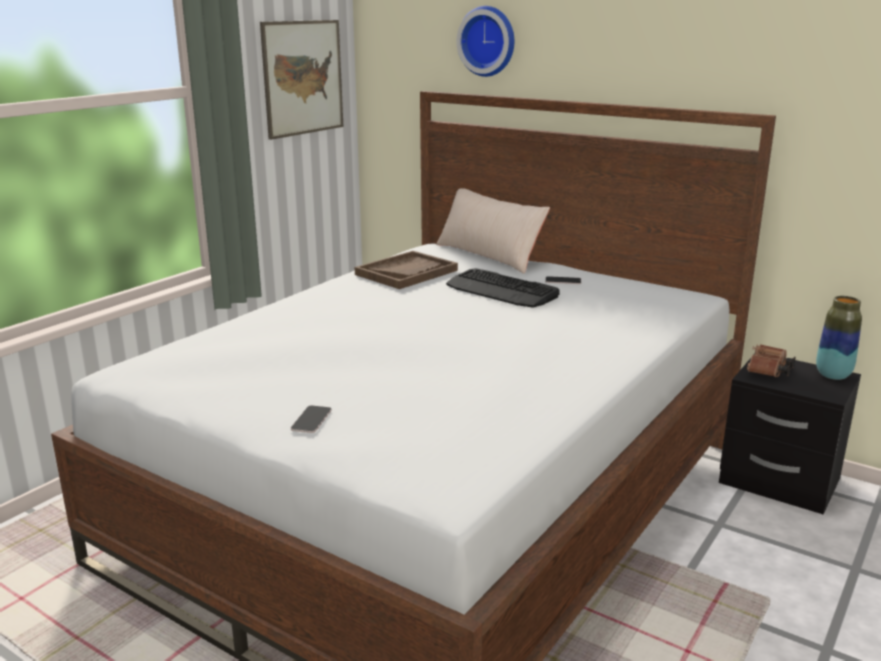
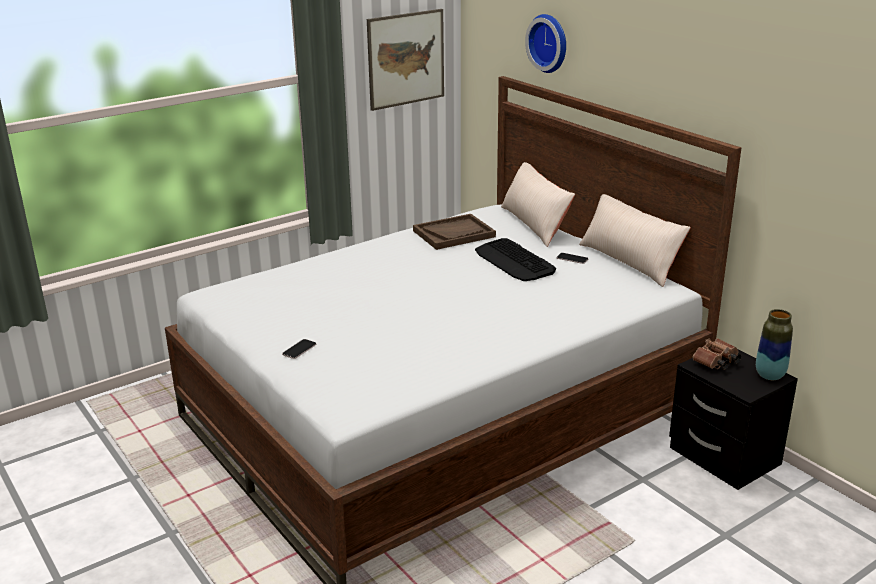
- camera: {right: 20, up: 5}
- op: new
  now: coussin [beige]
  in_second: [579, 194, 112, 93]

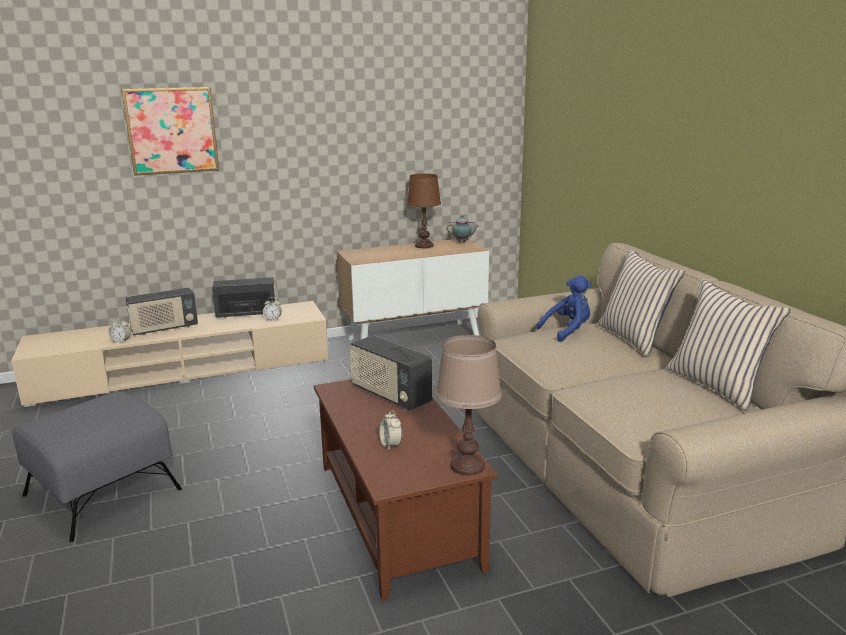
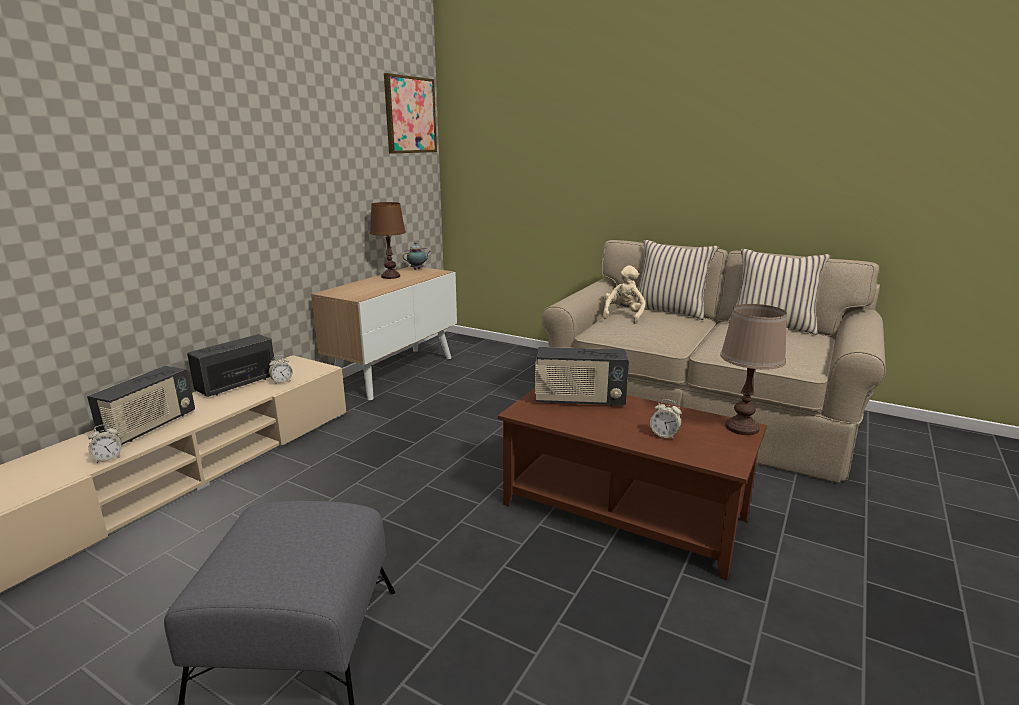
- camera: {right: -40, up: 0}
- op: shifted
  was: tableau
  in_first: [121, 87, 98, 89]
  in_second: [384, 73, 53, 81]
- op: repainted
  was: peluche [bleu]
  now: peluche [beige]
  in_first: [536, 275, 56, 67]
  in_second: [603, 265, 43, 59]

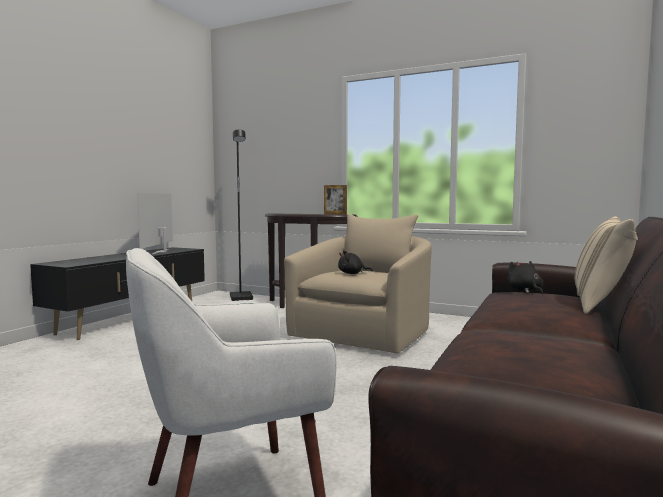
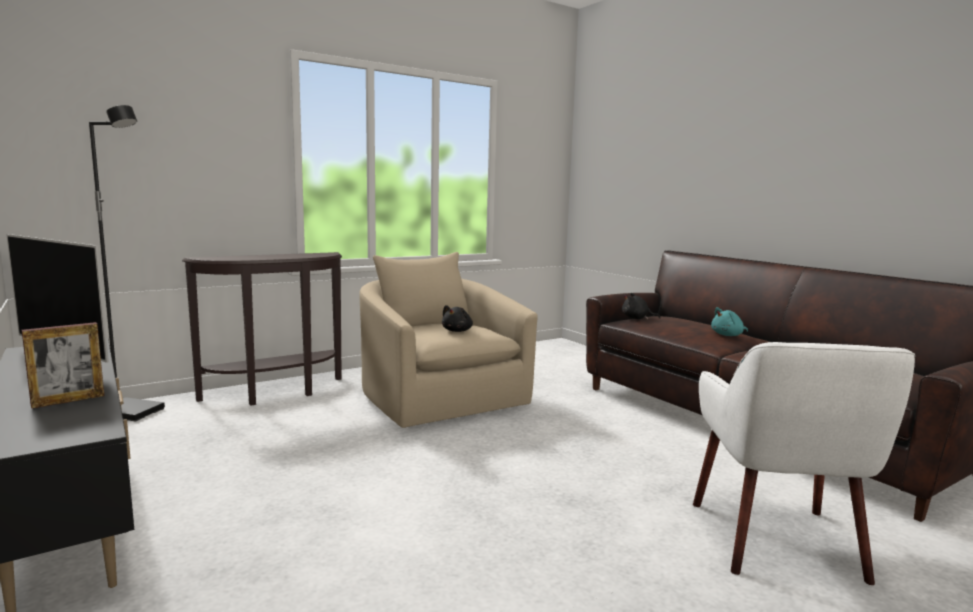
- camera: {right: -60, up: 5}
- op: shifted
  was: cadre photo
  in_first: [324, 185, 23, 29]
  in_second: [22, 322, 82, 86]
- op: new
  now: peluche [turquoise]
  in_second: [711, 307, 37, 29]
- op: gone
  was: coussin [beige]
  in_first: [575, 216, 63, 98]

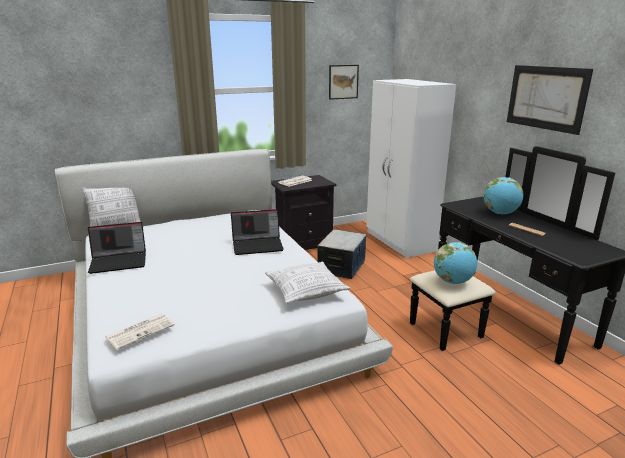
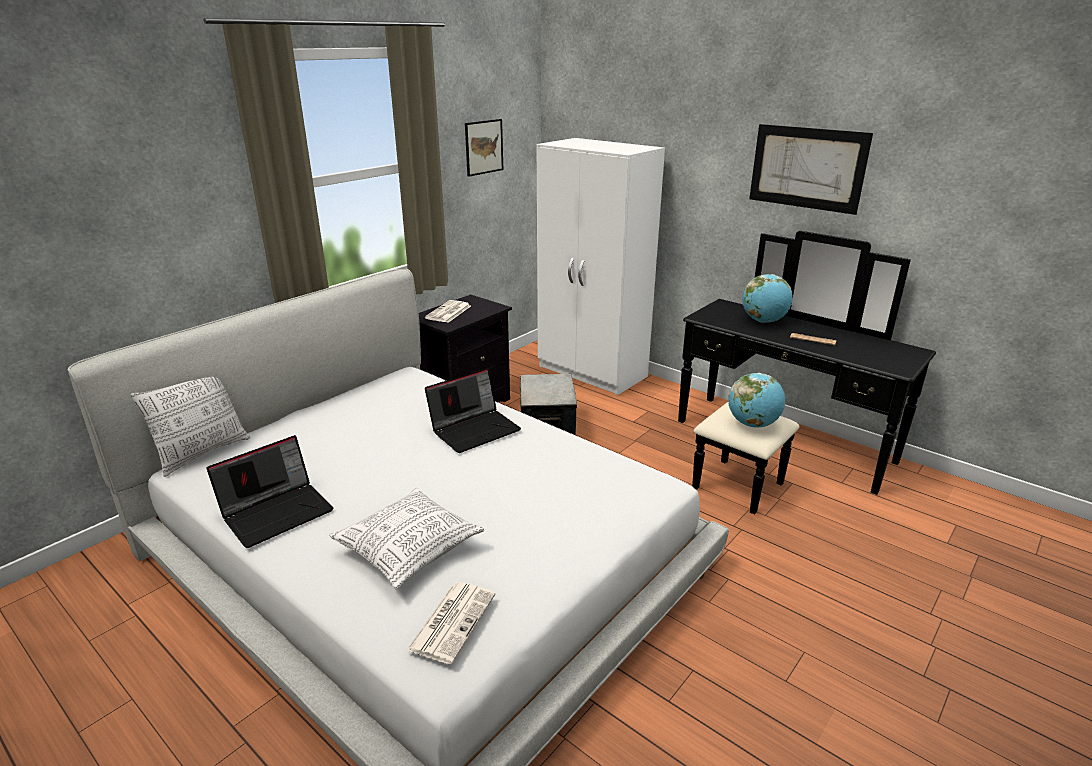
- camera: {right: -25, up: 5}
- op: shifted
  was: coussin
  in_first: [265, 262, 85, 42]
  in_second: [329, 488, 155, 101]

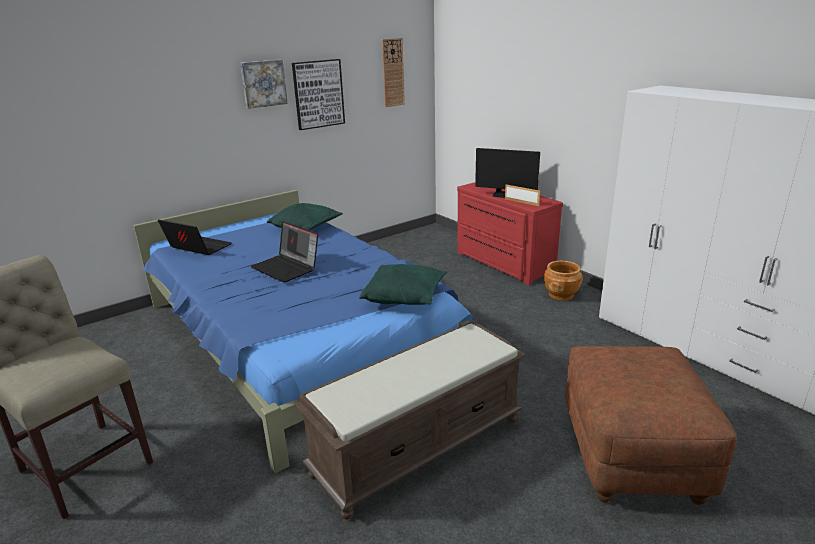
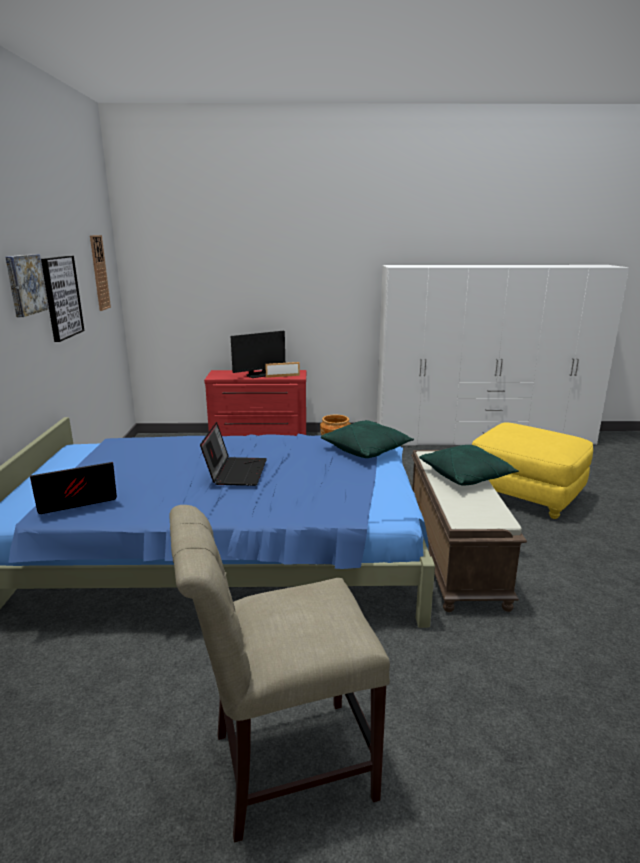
- camera: {right: -55, up: -5}
- op: rotated
  was: ordinateur portable
  in_first: [250, 221, 68, 62]
  in_second: [200, 422, 67, 64]
  clockwise: -75
- op: shifted
  was: coussin [vert]
  in_first: [267, 203, 76, 28]
  in_second: [419, 445, 100, 41]
- op: repainted
  was: pouf [marron]
  now: pouf [jaune]
  in_first: [565, 346, 172, 159]
  in_second: [472, 422, 121, 97]

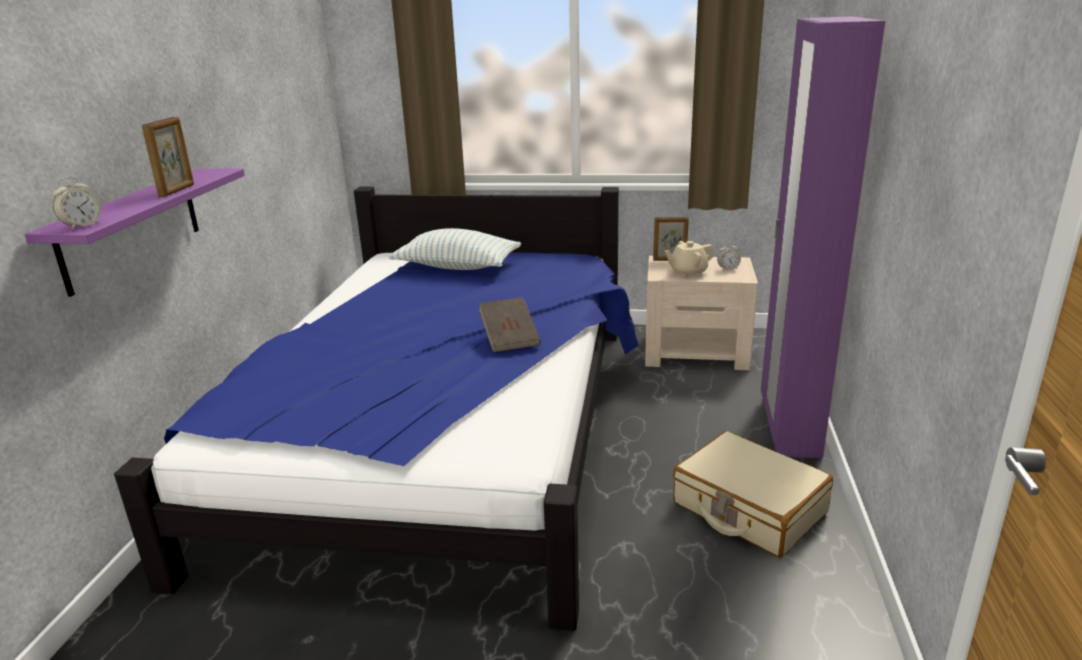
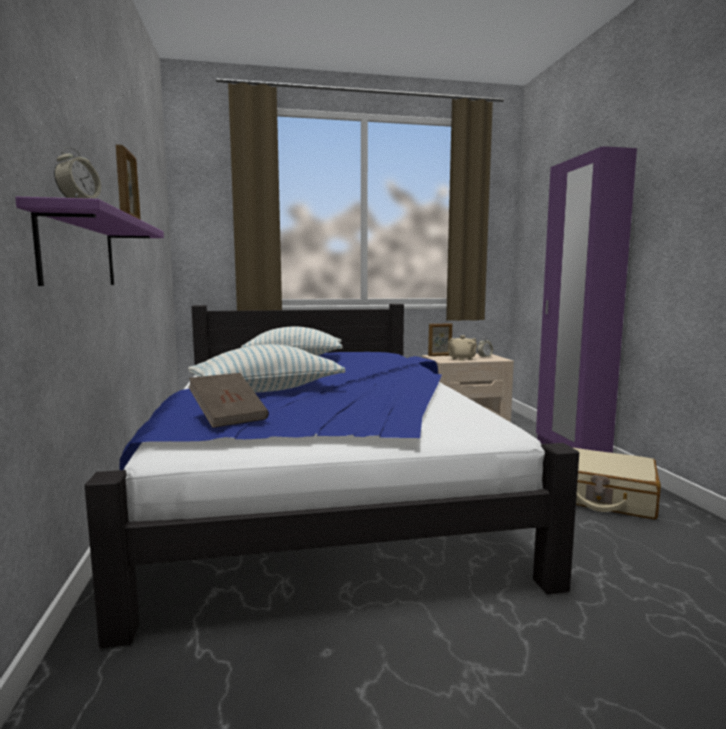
- camera: {right: -20, up: -15}
- op: new
  now: coussin
  in_second: [188, 344, 158, 49]
- op: shifted
  was: livre [marron]
  in_first: [479, 297, 62, 56]
  in_second: [188, 373, 81, 55]

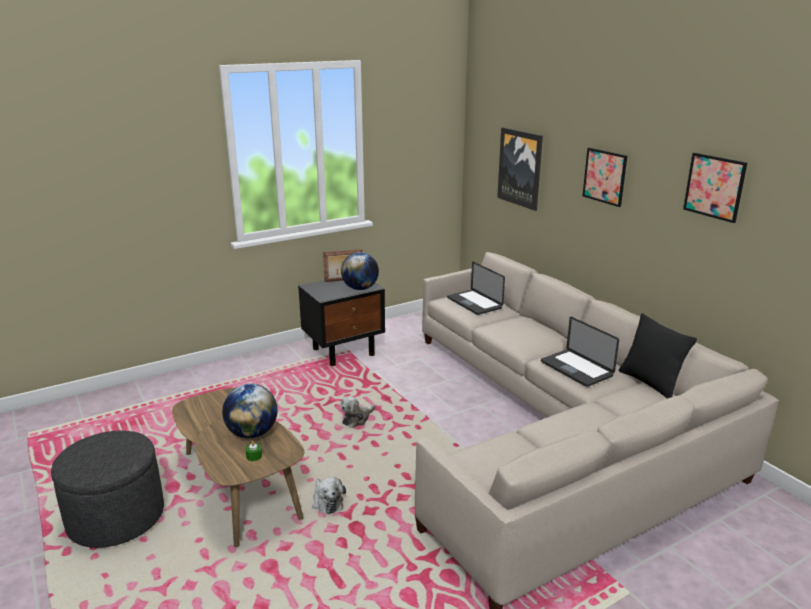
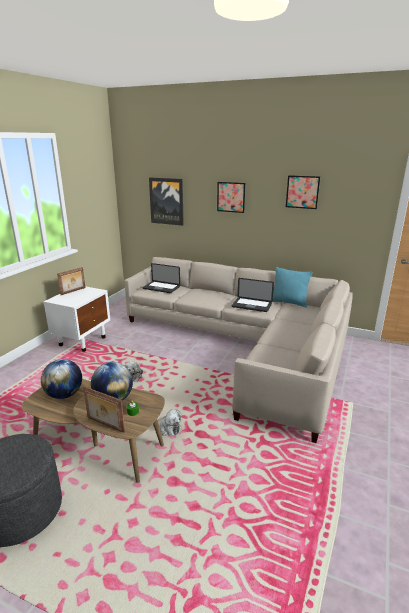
- camera: {right: -35, up: 0}
- op: shifted
  was: globe
  in_first: [341, 252, 38, 38]
  in_second: [41, 359, 41, 40]
- op: repainted
  was: table de chevet [noir]
  now: table de chevet [blanc]
  in_first: [298, 280, 87, 86]
  in_second: [43, 286, 67, 66]
- op: new
  now: cadre photo
  in_second: [83, 386, 42, 47]
- op: repainted
  was: coussin [noir]
  now: coussin [turquoise]
  in_first: [619, 313, 78, 86]
  in_second: [273, 267, 40, 40]

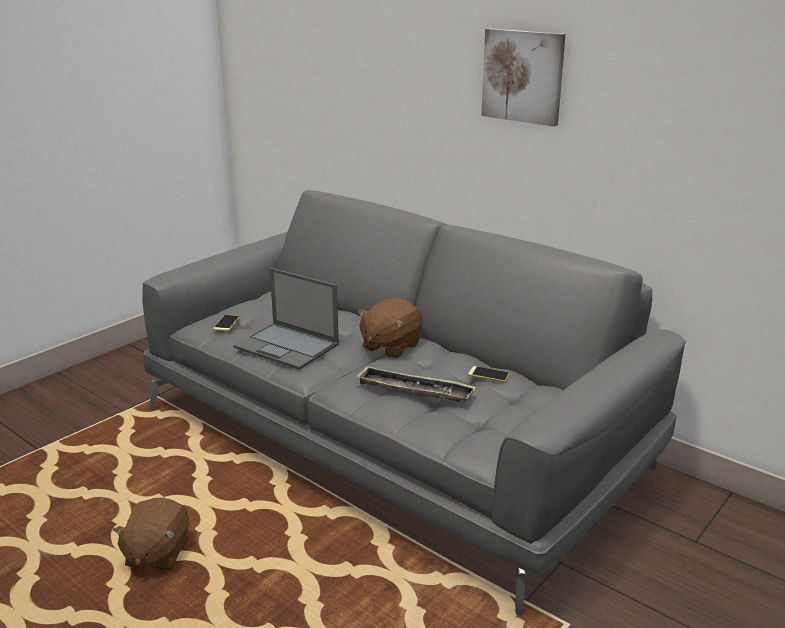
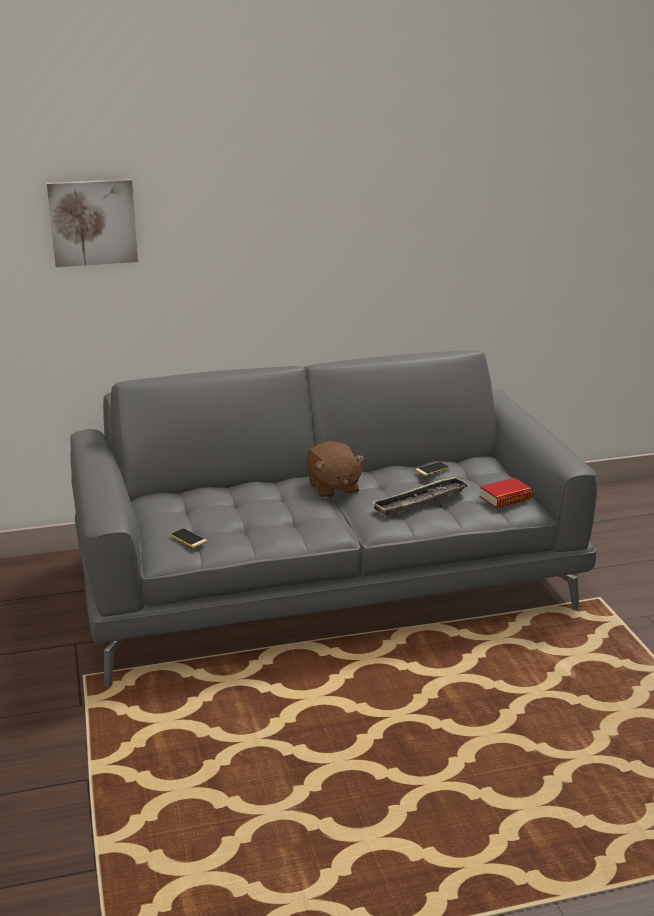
- camera: {right: -55, up: 0}
- op: shifted
  was: tableau
  in_first: [481, 28, 85, 99]
  in_second: [47, 179, 91, 88]
- op: new
  now: livre
  in_second: [479, 478, 54, 30]
- op: gone
  was: peluche [marron]
  in_first: [113, 498, 76, 72]
- op: gone
  was: ordinateur portable
  in_first: [234, 268, 105, 102]

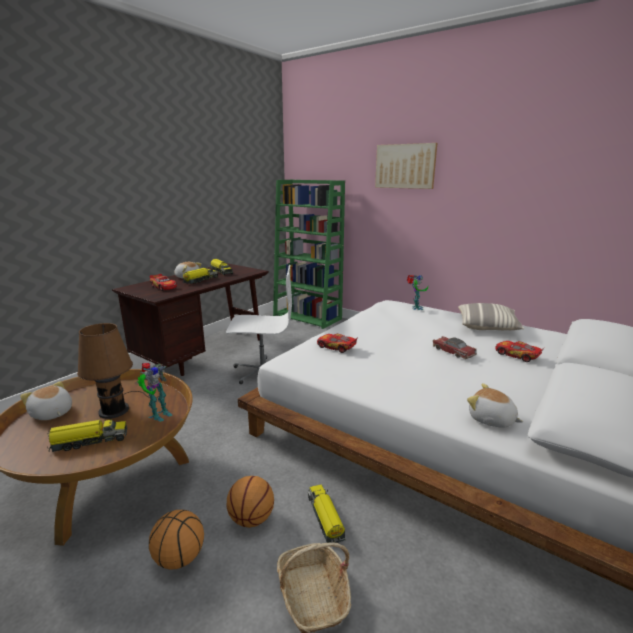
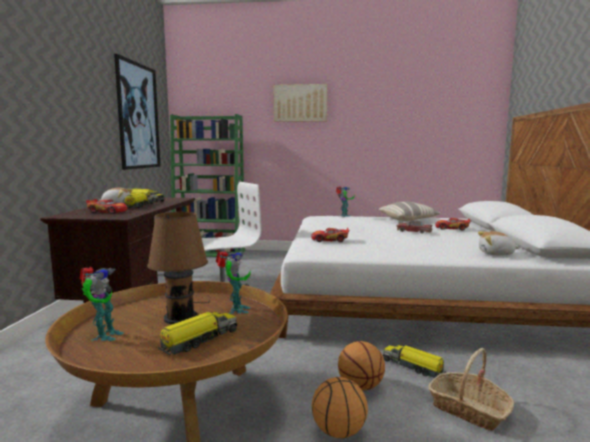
- camera: {right: -30, up: -10}
- op: swapped
  was: peluche
  now: robot jouet
  in_first: [20, 381, 52, 39]
  in_second: [80, 267, 44, 74]
- op: new
  now: tableau
  in_second: [114, 54, 47, 116]

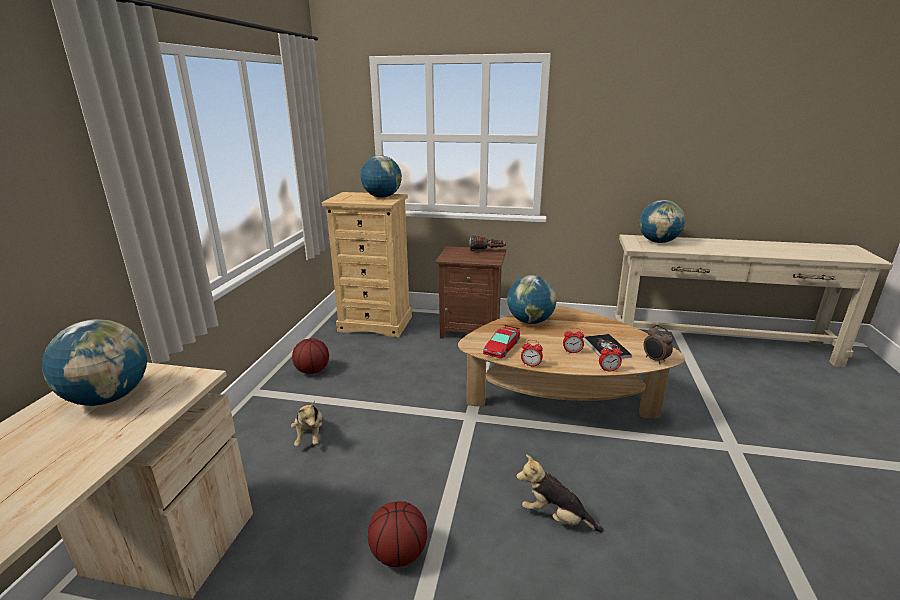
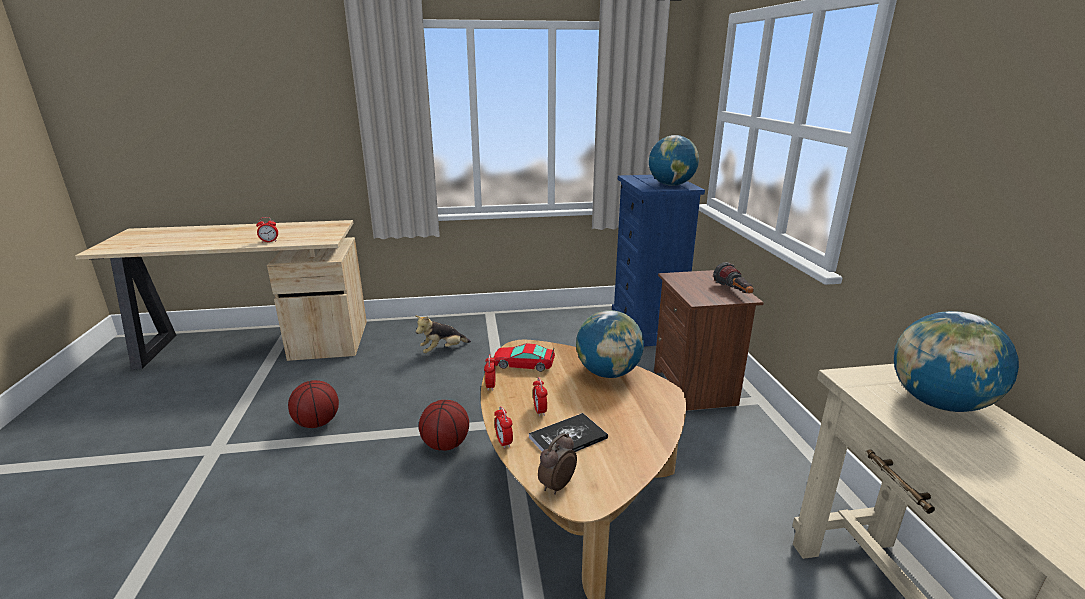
- camera: {right: 70, up: 0}
- op: new
  now: réveil
  in_second: [256, 217, 22, 26]
- op: shifted
  was: ballon de basket
  in_first: [292, 338, 37, 36]
  in_second: [419, 400, 50, 51]
- op: repainted
  was: commode [beige]
  now: commode [bleu]
  in_first: [322, 192, 90, 145]
  in_second: [612, 175, 93, 172]
- op: gone
  was: globe
  in_first: [42, 319, 105, 87]
- op: gone
  was: peluche
  in_first: [516, 454, 88, 78]

